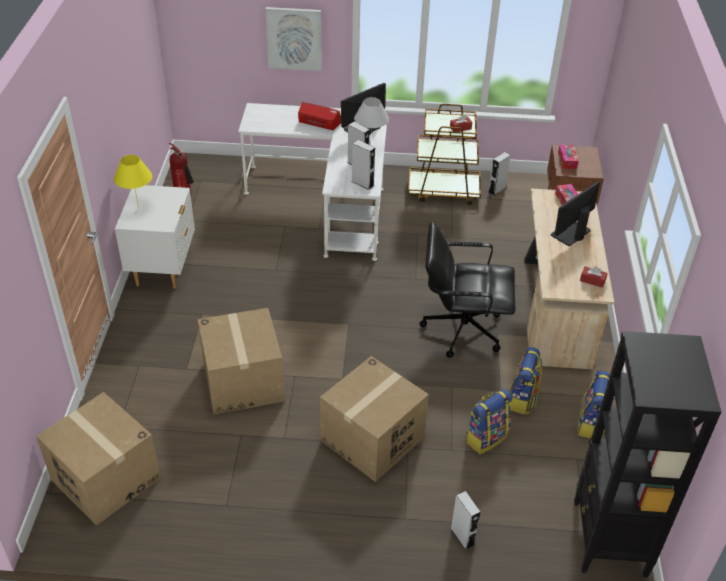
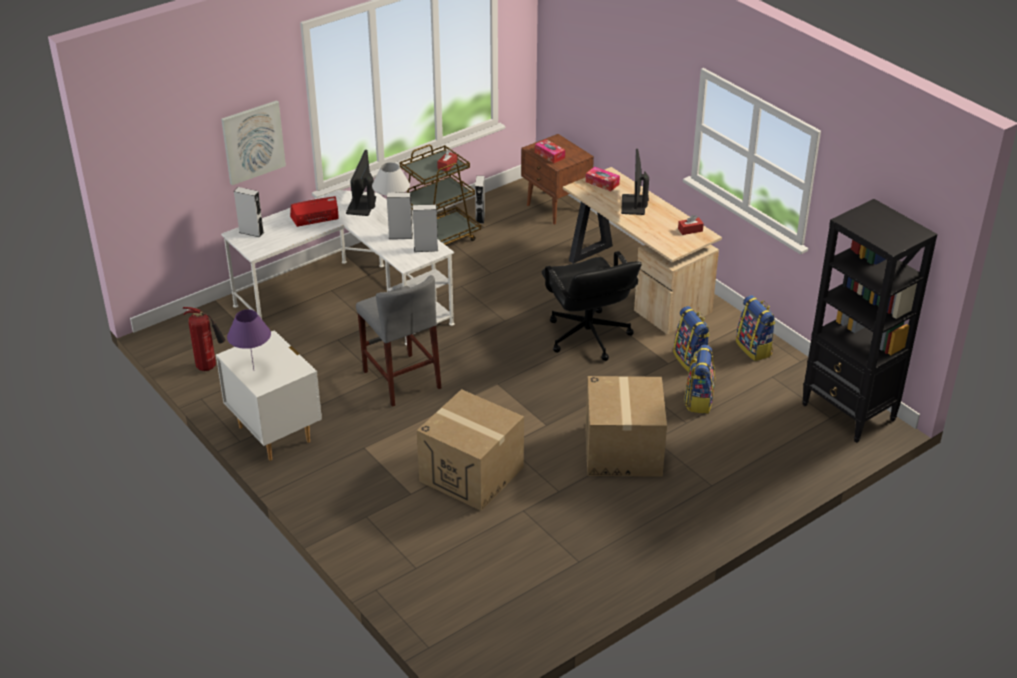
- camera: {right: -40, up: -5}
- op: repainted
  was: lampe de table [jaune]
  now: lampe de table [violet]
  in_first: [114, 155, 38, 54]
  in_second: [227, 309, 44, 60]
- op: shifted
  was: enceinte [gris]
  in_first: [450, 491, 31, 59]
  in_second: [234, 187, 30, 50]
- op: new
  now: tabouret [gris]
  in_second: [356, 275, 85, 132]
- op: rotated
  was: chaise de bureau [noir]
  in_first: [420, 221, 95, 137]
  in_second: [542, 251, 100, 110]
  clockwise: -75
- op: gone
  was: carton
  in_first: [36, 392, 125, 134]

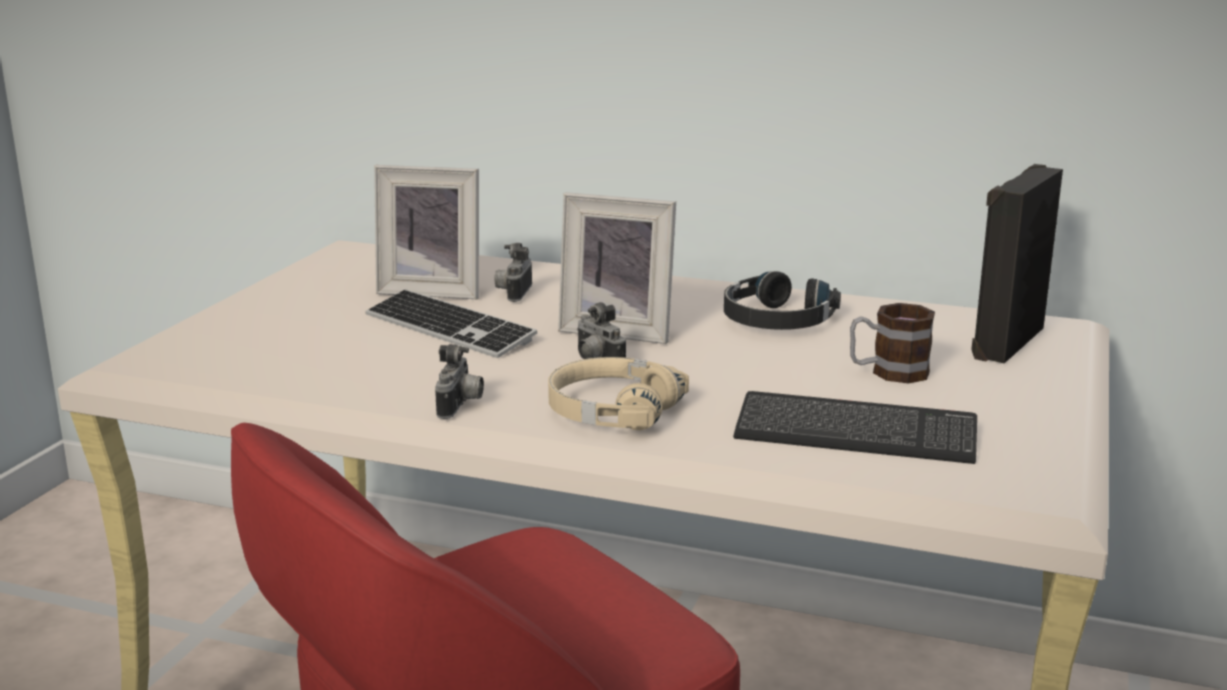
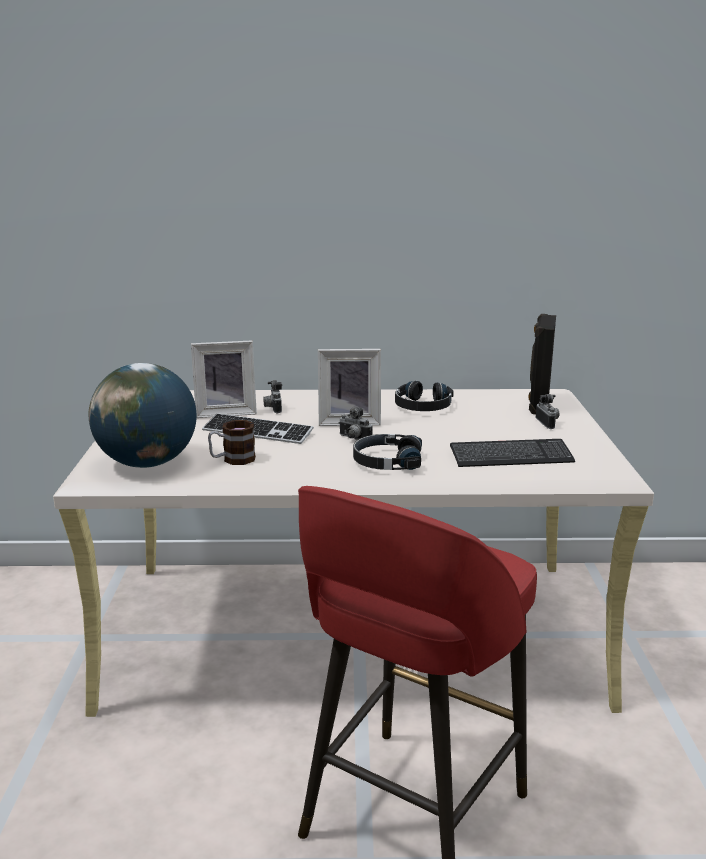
- camera: {right: -20, up: 0}
- op: new
  now: globe
  in_second: [89, 363, 108, 105]
- op: shifted
  was: mug
  in_first: [850, 303, 85, 81]
  in_second: [208, 420, 48, 45]
- op: repainted
  was: casque audio [beige]
  now: casque audio [noir]
  in_first: [548, 357, 141, 73]
  in_second: [353, 434, 69, 36]
- op: shifted
  was: appareil photo
  in_first: [435, 344, 49, 75]
  in_second: [536, 394, 23, 35]

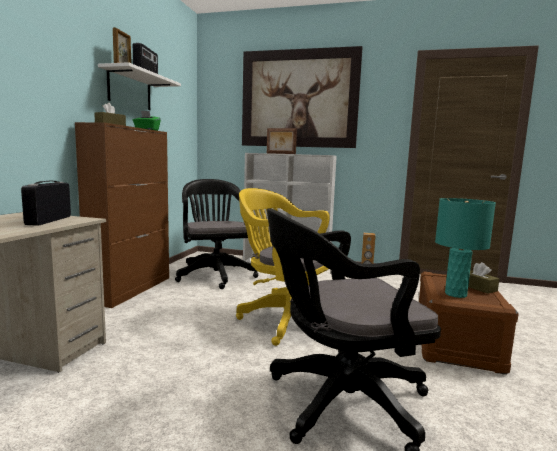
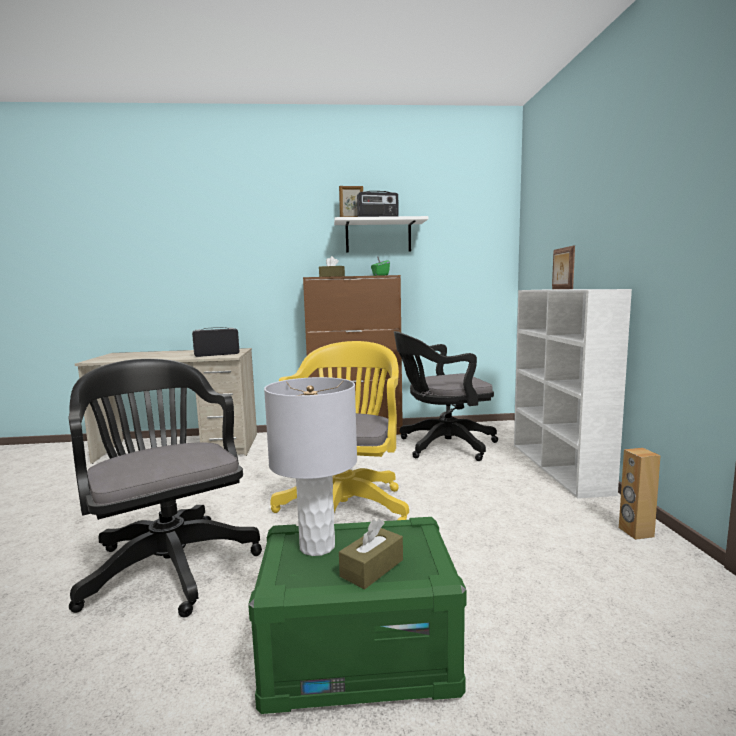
- camera: {right: 70, up: 0}
- op: repainted
  was: boîte de rangement [marron]
  now: boîte de rangement [vert]
  in_first: [419, 272, 100, 103]
  in_second: [248, 517, 219, 197]
- op: repainted
  was: lampe de table [turquoise]
  now: lampe de table [gris]
  in_first: [435, 198, 61, 100]
  in_second: [264, 377, 93, 179]
- op: rotated
  was: chaise de bureau [noir]
  in_first: [175, 179, 83, 110]
  in_second: [394, 331, 104, 130]
  clockwise: -150
- op: gone
  was: tableau
  in_first: [242, 46, 121, 102]

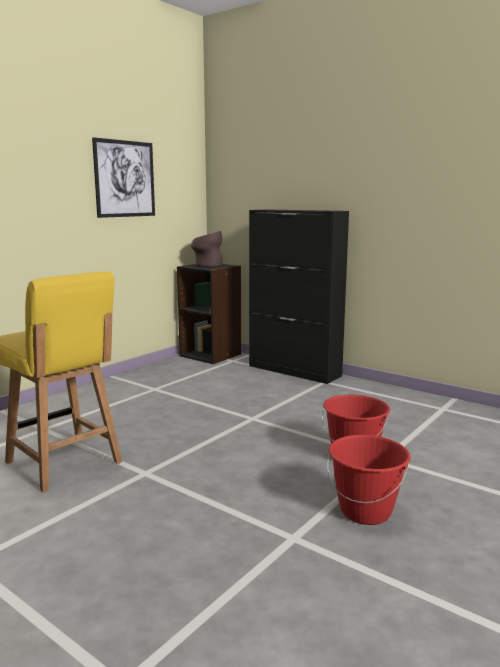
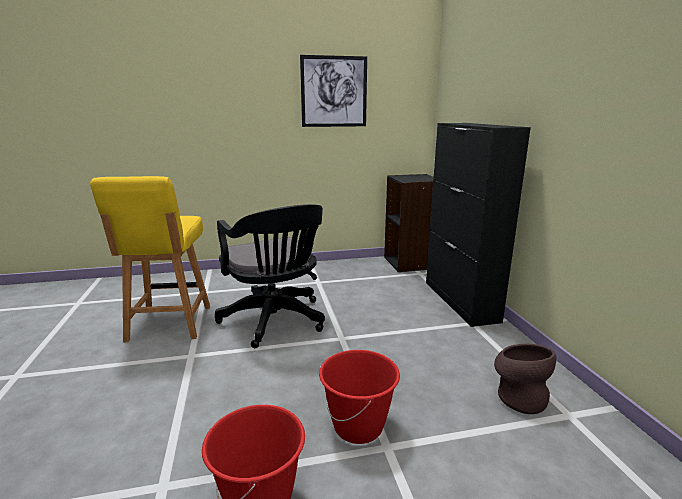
- camera: {right: 40, up: 5}
- op: new
  now: chaise de bureau [noir]
  in_second: [215, 204, 110, 144]
- op: shifted
  was: vase [marron]
  in_first: [191, 231, 32, 37]
  in_second: [494, 344, 62, 70]

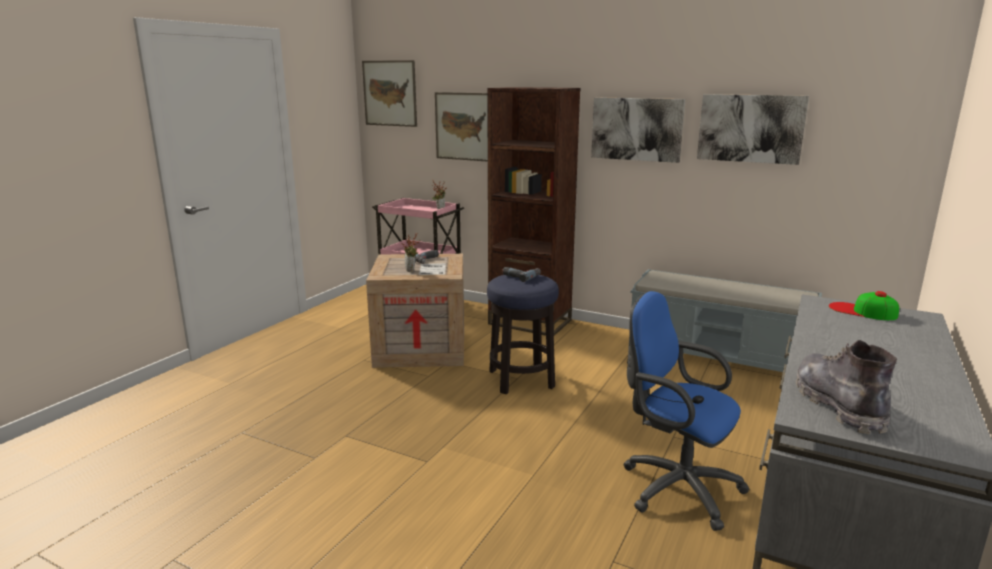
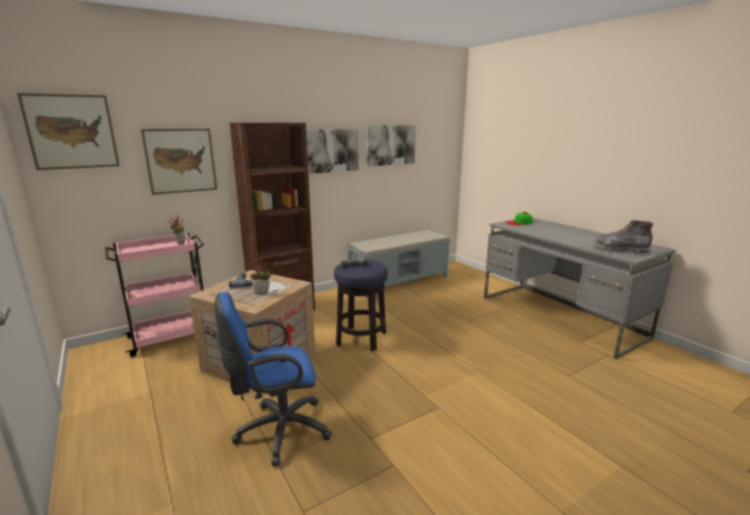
- camera: {right: -60, up: 0}
- op: shifted
  was: chaise de bureau [bleu]
  in_first: [623, 291, 126, 240]
  in_second: [214, 292, 118, 174]

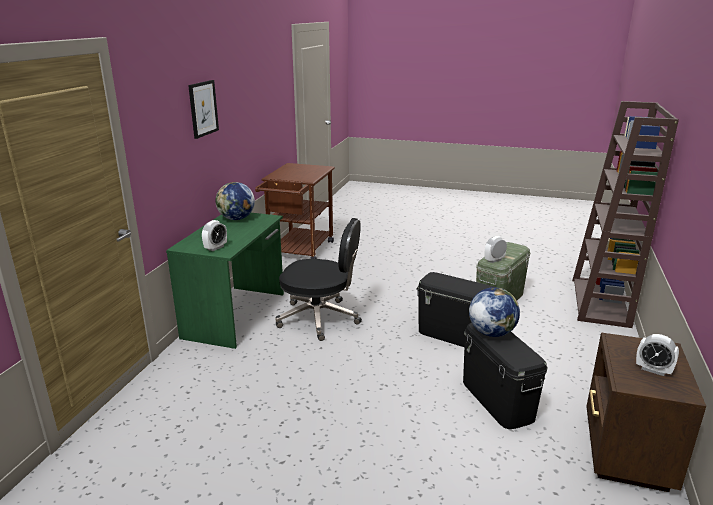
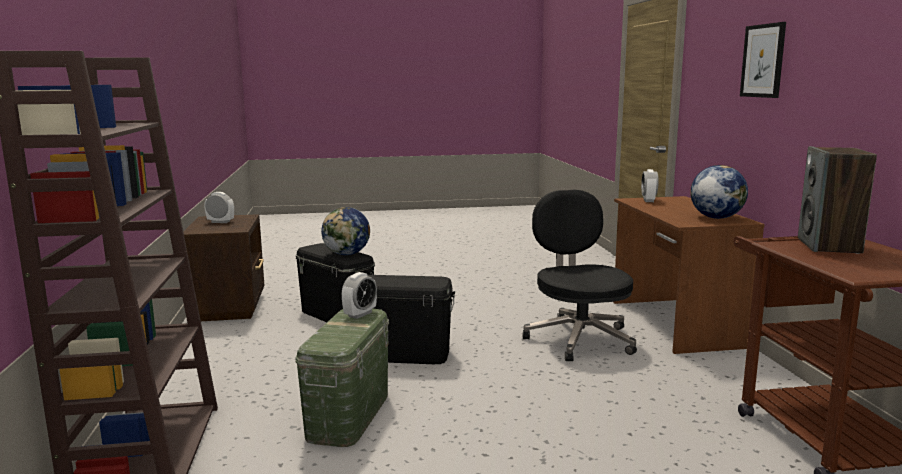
- camera: {right: 155, up: -10}
- op: rotated
  was: chaise de bureau [noir]
  in_first: [275, 218, 87, 123]
  in_second: [523, 190, 114, 171]
  clockwise: 90
- op: repainted
  was: bureau [vert]
  now: bureau [marron]
  in_first: [166, 213, 118, 136]
  in_second: [613, 196, 152, 158]
- op: new
  now: enceinte
  in_second: [798, 146, 79, 108]

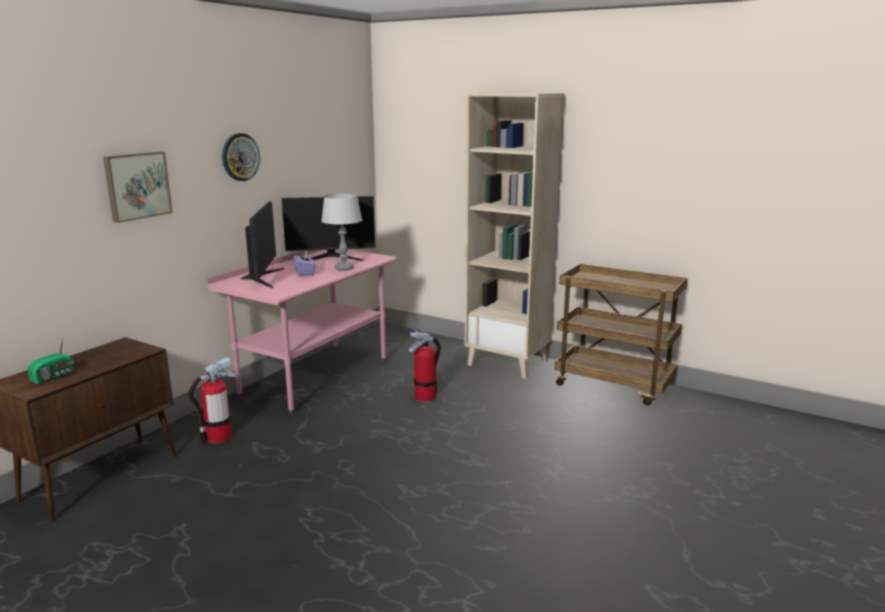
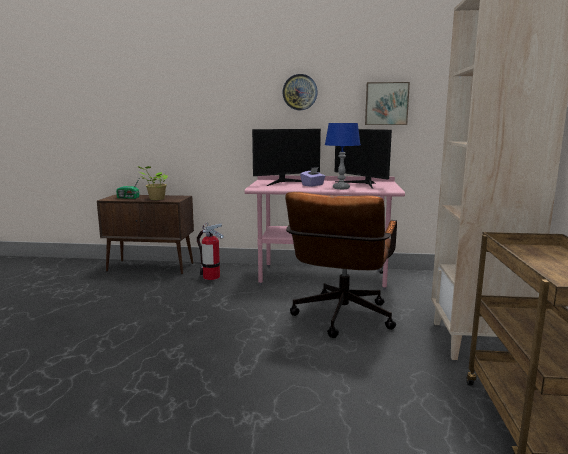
- camera: {right: 65, up: -5}
- op: new
  now: plante en pot
  in_second: [138, 166, 30, 34]
- op: swapped
  was: extincteur
  now: chaise de bureau [marron]
  in_first: [408, 326, 33, 76]
  in_second: [285, 192, 112, 146]
- op: repainted
  was: lampe de table [gris]
  now: lampe de table [bleu]
  in_first: [321, 193, 41, 78]
  in_second: [325, 123, 35, 66]
- op: shifted
  was: tableau
  in_first: [103, 152, 70, 71]
  in_second: [365, 82, 45, 43]

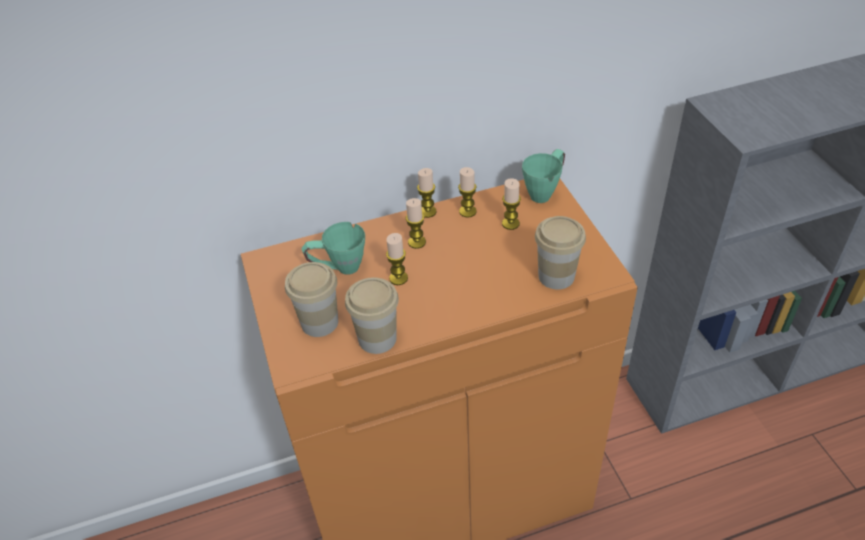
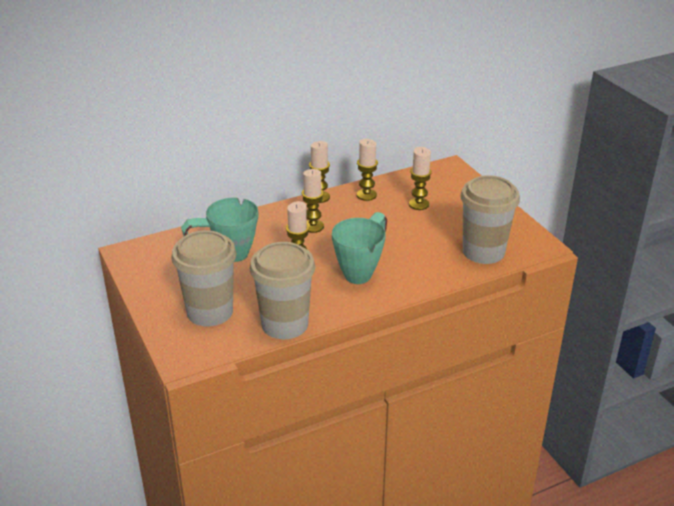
- camera: {right: -10, up: -10}
- op: shifted
  was: mug [vert]
  in_first: [522, 149, 43, 54]
  in_second: [332, 212, 55, 72]

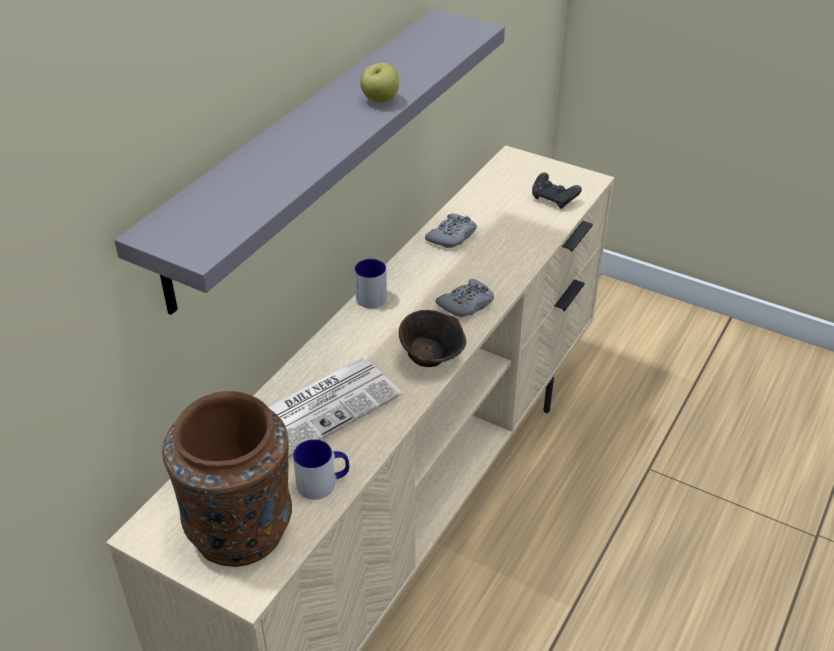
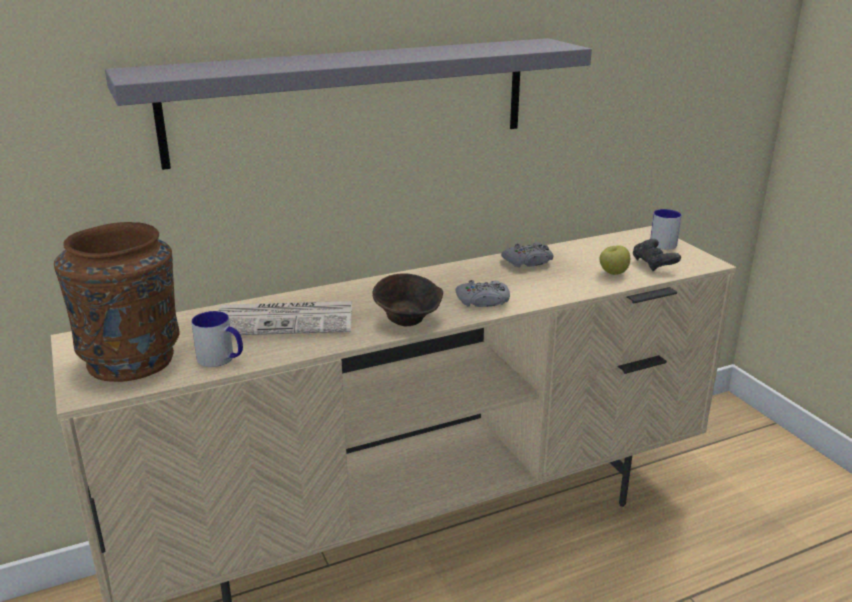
- camera: {right: 35, up: -15}
- op: shifted
  was: pomme
  in_first: [360, 63, 39, 40]
  in_second: [600, 245, 30, 30]
- op: shifted
  was: mug
  in_first: [354, 259, 33, 49]
  in_second: [650, 209, 31, 40]

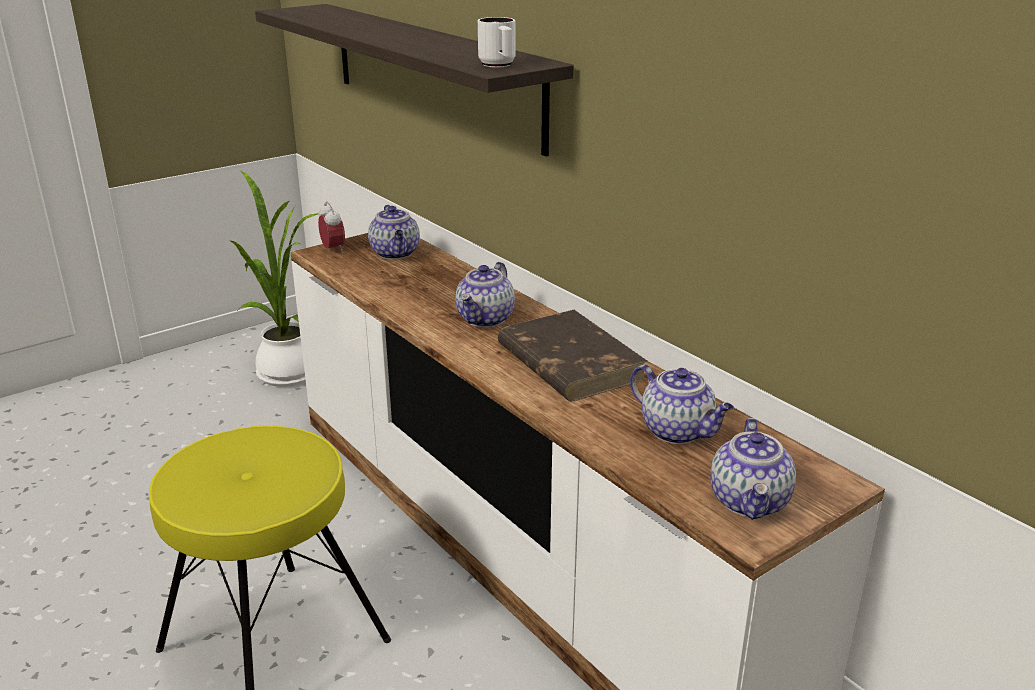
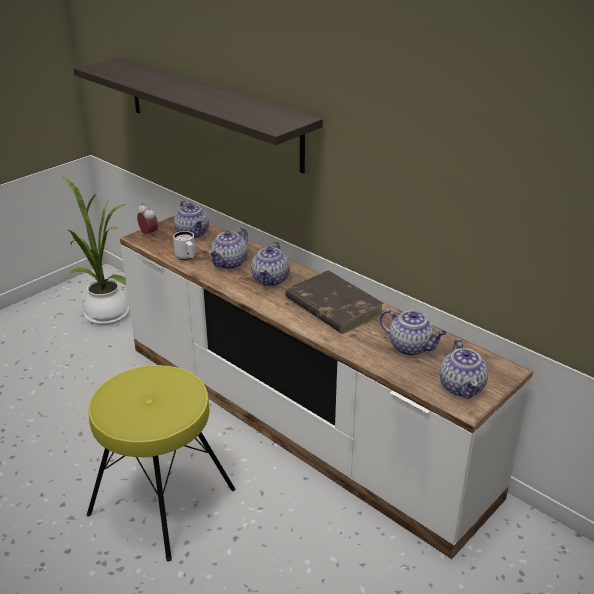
- camera: {right: -10, up: 5}
- op: shifted
  was: mug [blanc]
  in_first: [478, 17, 37, 50]
  in_second: [173, 231, 22, 29]
- op: new
  now: théière
  in_second: [208, 228, 40, 41]

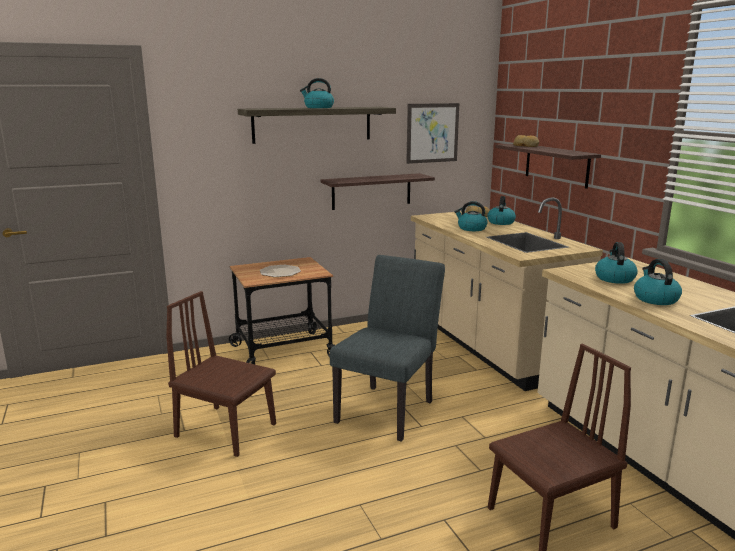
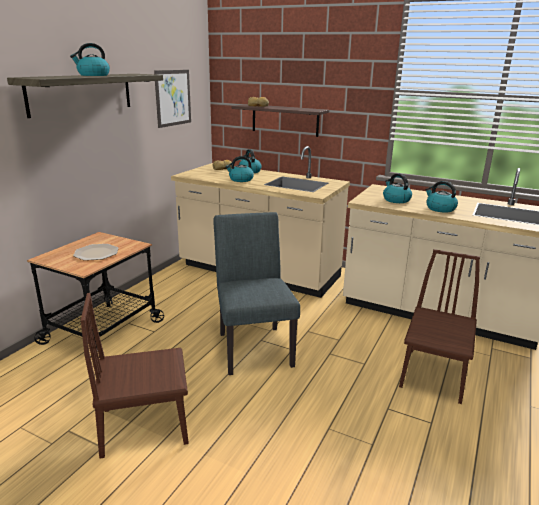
- camera: {right: -40, up: 5}
- op: gone
  was: étagère
  in_first: [320, 173, 115, 37]

